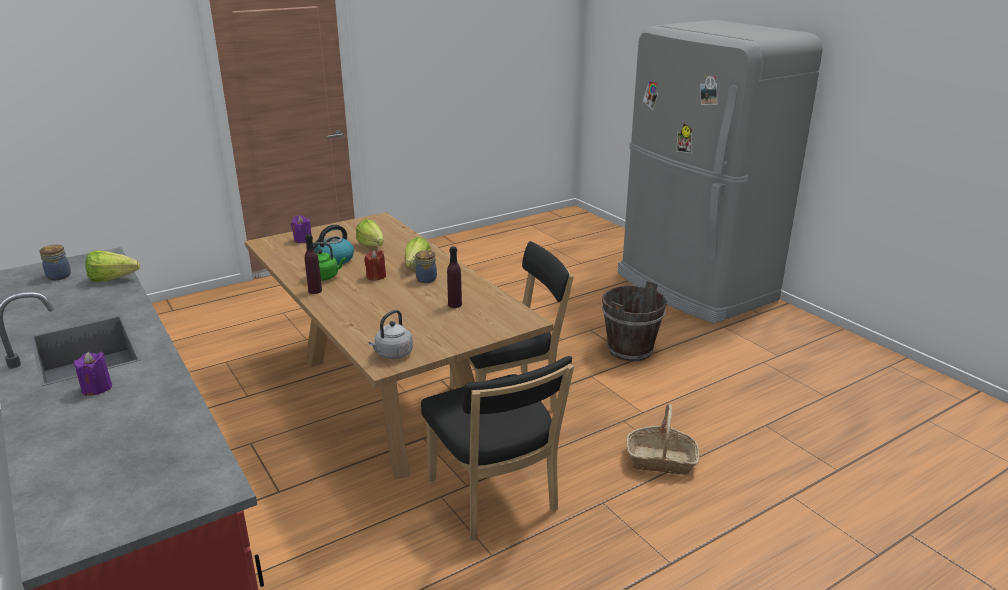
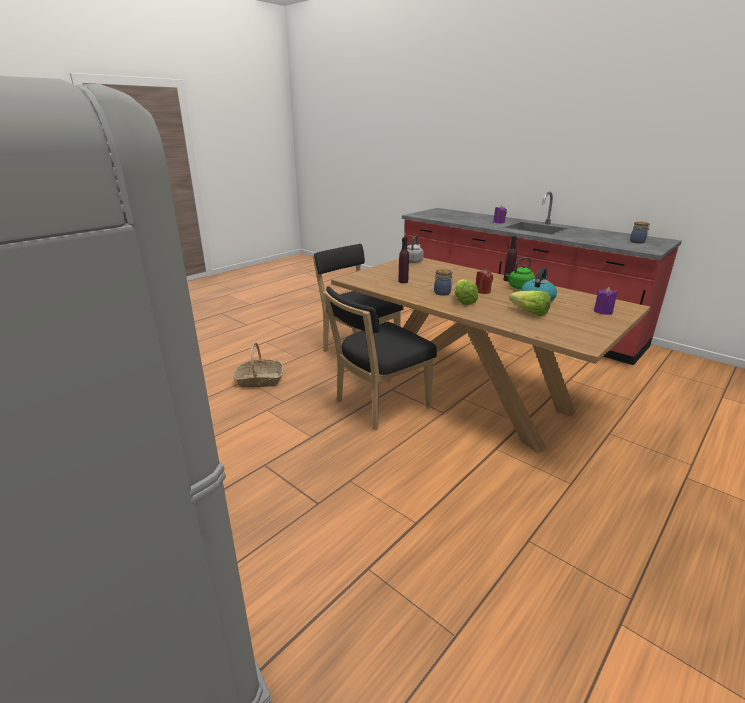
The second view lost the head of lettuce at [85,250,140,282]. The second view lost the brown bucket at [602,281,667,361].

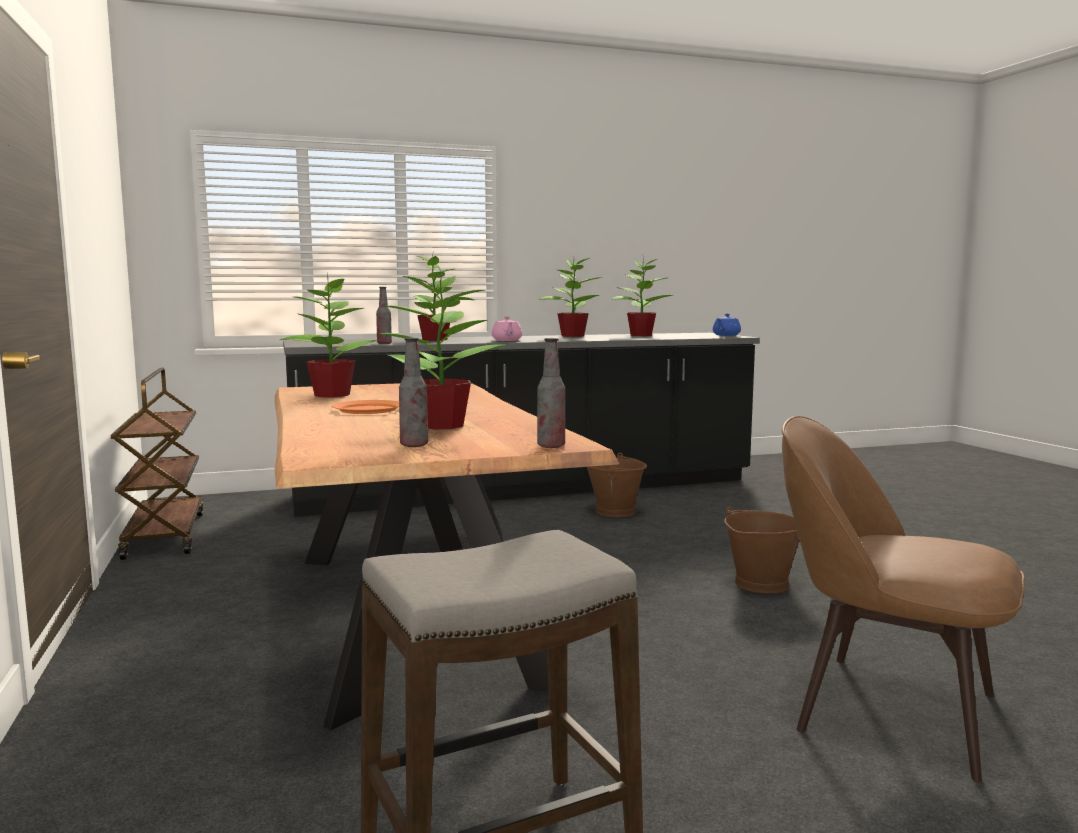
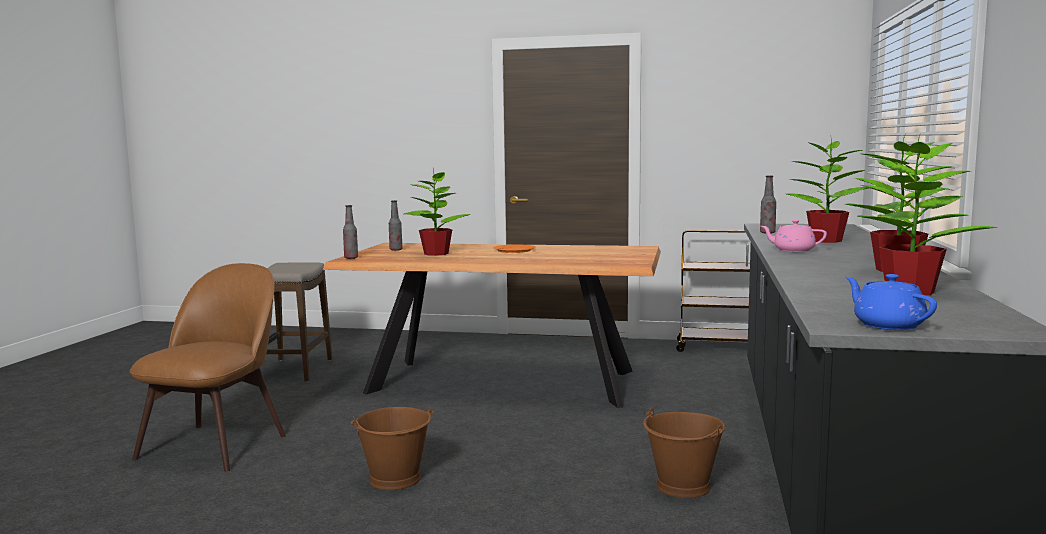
The second view lost the potted plant at [280,272,378,398]. The brown plain chair at [782,416,1025,782] ended up facing another way, 45 degrees counterclockwise from before.

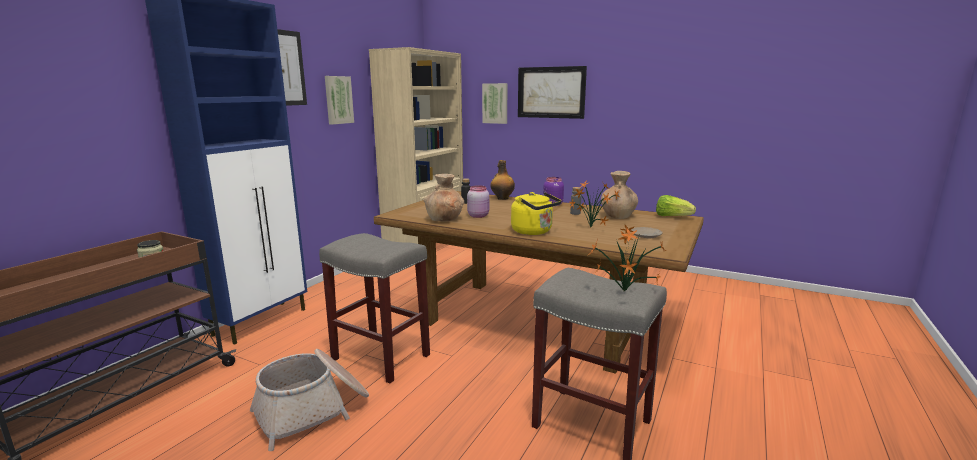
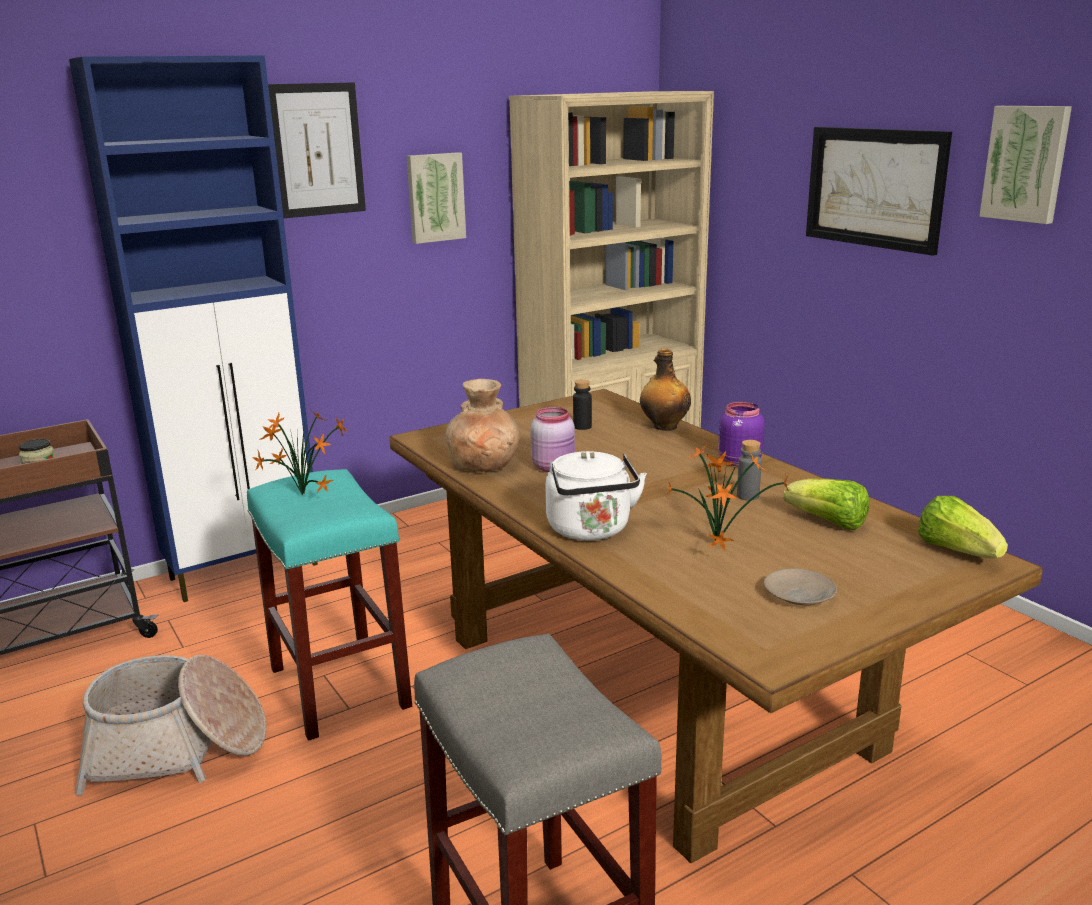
The wall picture ended up elsewhere, having gone from [482,83,507,124] to [979,106,1072,224]. Where the brown decorative vase stood at [601,171,638,219], the head of lettuce came to stand at [783,479,869,530]. What was the yellow tea kettle at [511,192,561,235] turned into the white-coloured tea kettle at [545,451,647,541]. The potted plant ended up elsewhere, having gone from [588,225,666,291] to [252,410,348,495]. What was the gray stool seat at [319,233,430,384] turned into the turquoise-coloured stool seat at [247,469,412,741].

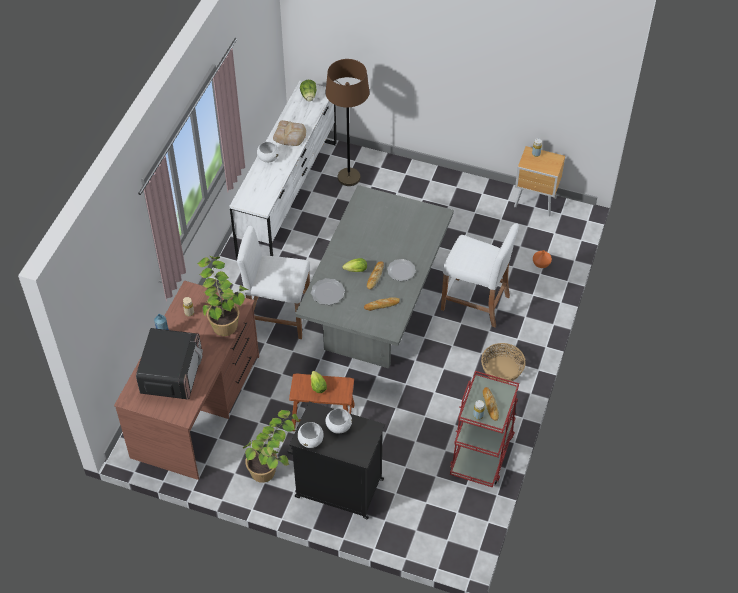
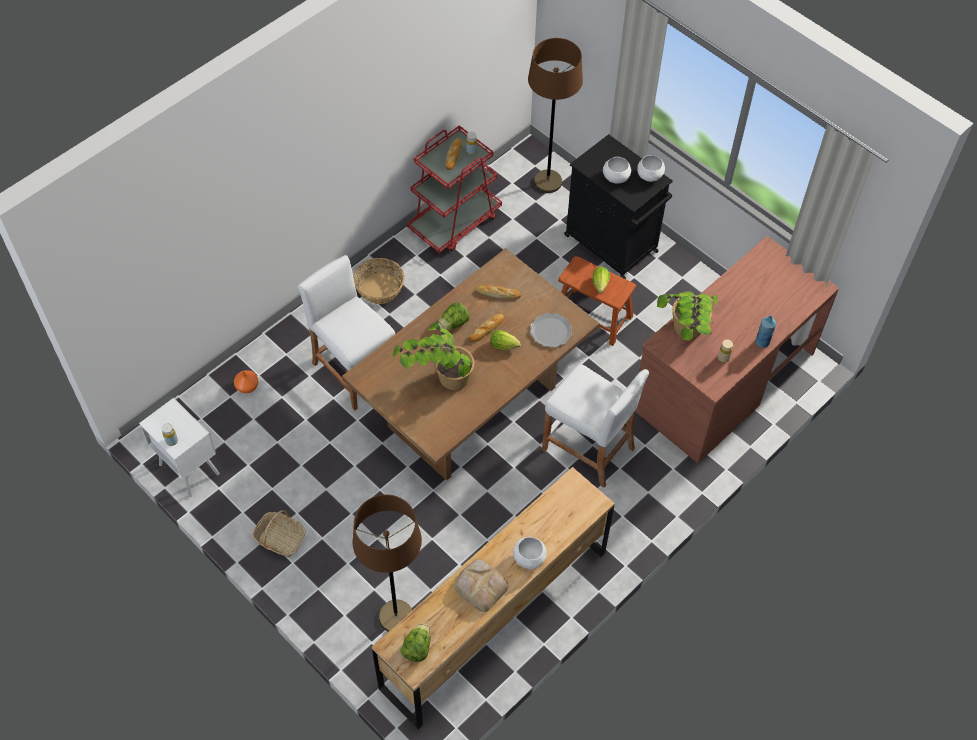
What was the white-coloured chest of drawers at [230,81,337,258] turned into the brown chest of drawers at [372,467,615,729]. What was the brown night table at [514,146,565,216] turned into the white-coloured night table at [139,398,219,497]. What was the gray kitchen table at [295,185,454,368] turned into the brown kitchen table at [342,248,600,481]. Where the flat dish stood at [387,259,416,281], the head of lettuce came to stand at [438,303,470,330]. The second view lost the microwave at [136,328,203,400]. The potted plant ended up elsewhere, having gone from [243,409,300,483] to [393,322,474,390]. The second view gained the brown floor lamp at [528,38,583,193]. The second view gained the household basket at [252,510,306,557].

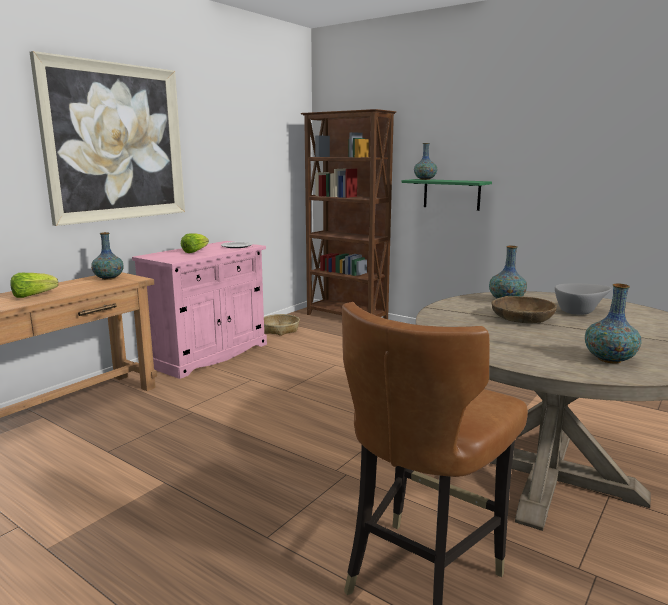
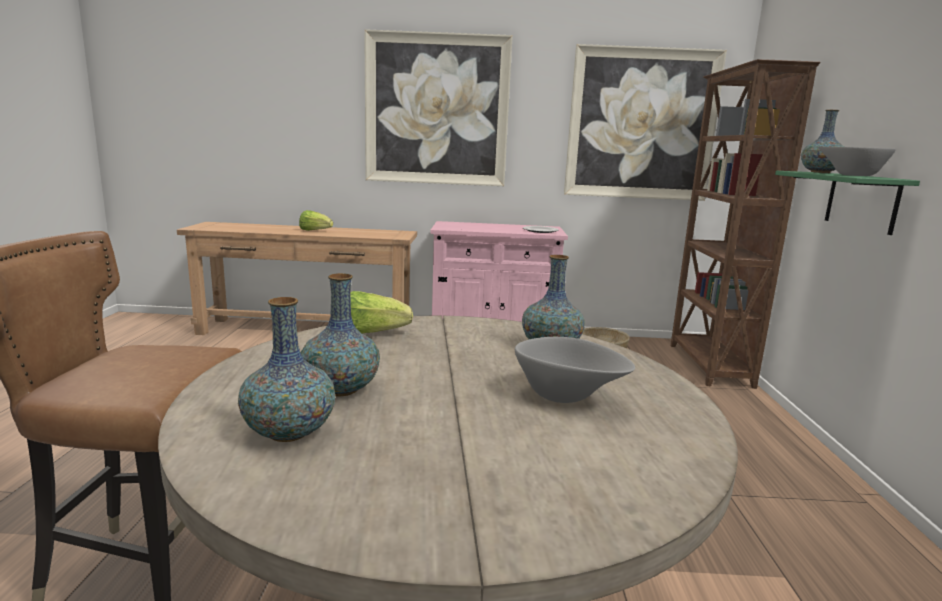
The decorative vase ended up elsewhere, having gone from [91,232,124,280] to [301,273,380,396]. The head of lettuce ended up elsewhere, having gone from [181,233,209,253] to [351,291,413,333]. The second view lost the brown bowl at [492,296,557,323]. The second view gained the wall picture at [564,44,727,201]. The second view gained the gray bowl at [818,147,896,176].

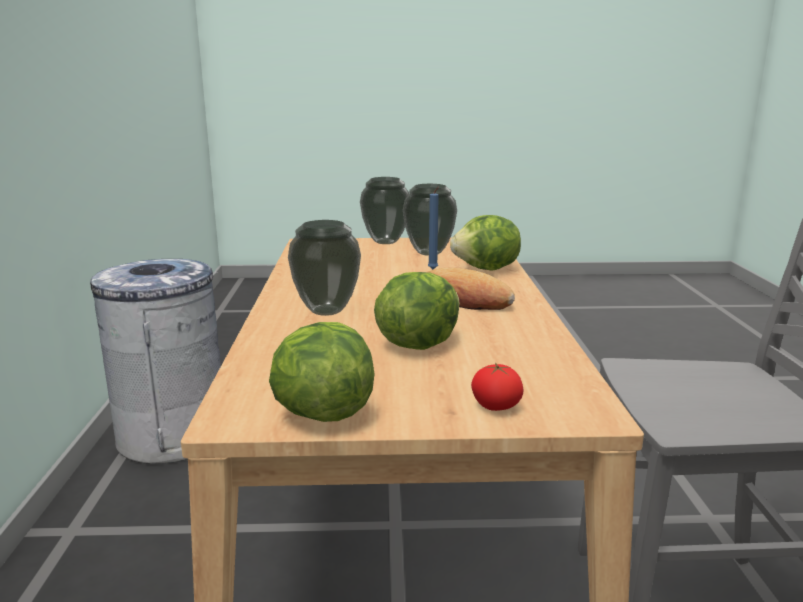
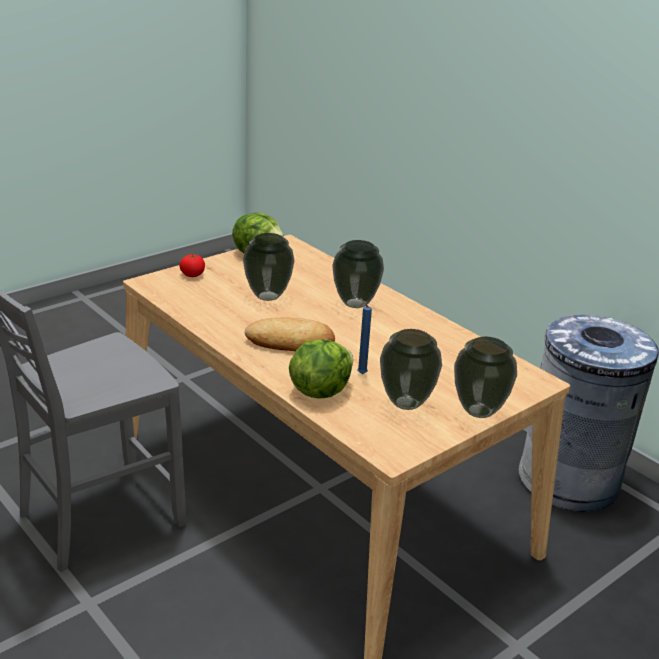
Where the head of lettuce stood at [374,272,460,350], the decorative vase came to stand at [243,233,294,301].

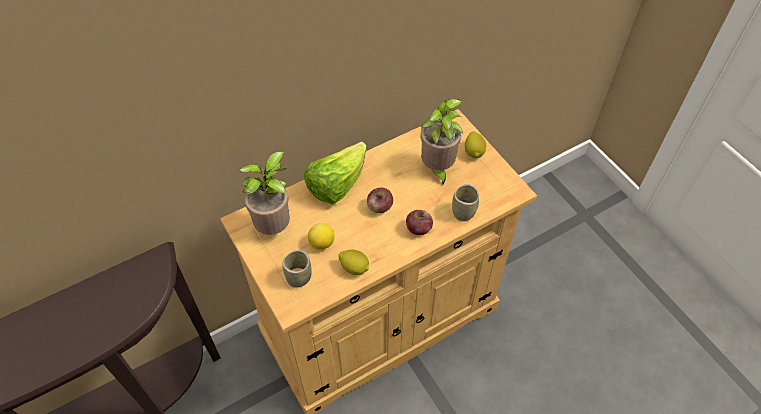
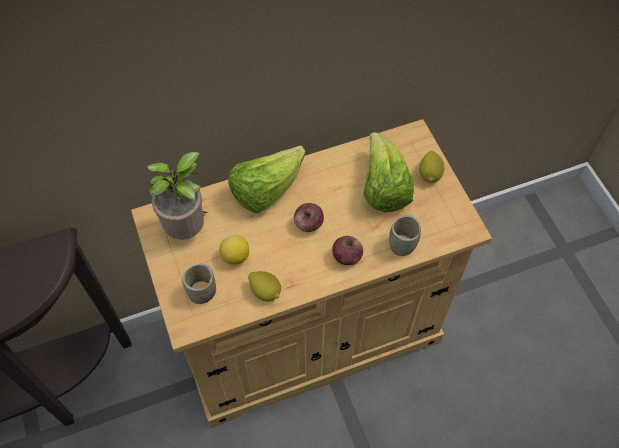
Where the potted plant stood at [420,99,463,187], the head of lettuce came to stand at [363,132,414,212].

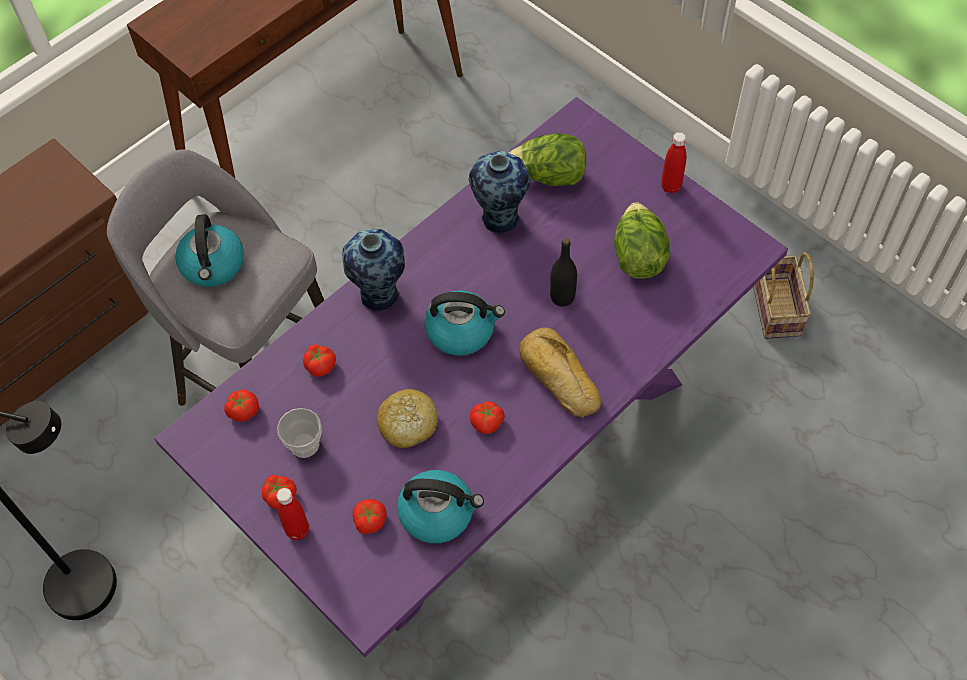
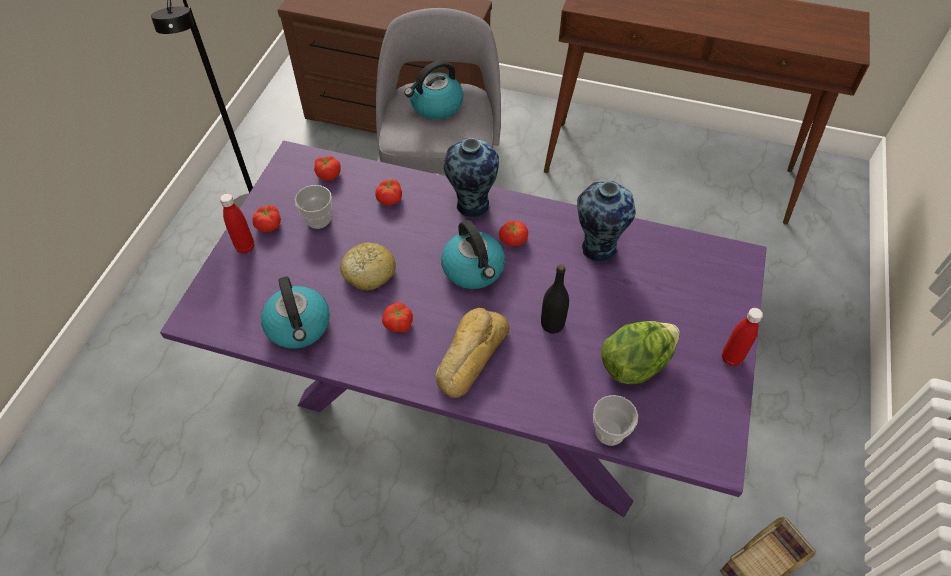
The second view lost the head of lettuce at [509,133,587,186]. The fresh tomato ended up elsewhere, having gone from [353,499,387,534] to [499,220,528,246]. The second view gained the drinking cup at [593,395,638,446].

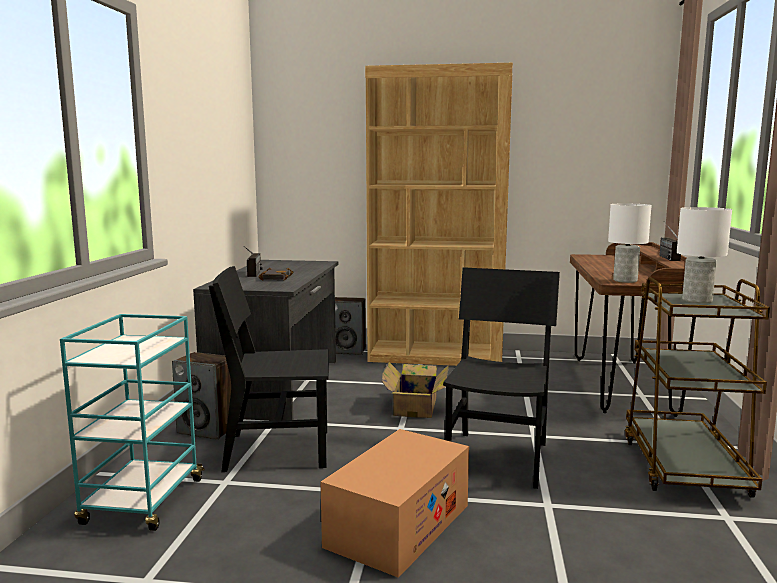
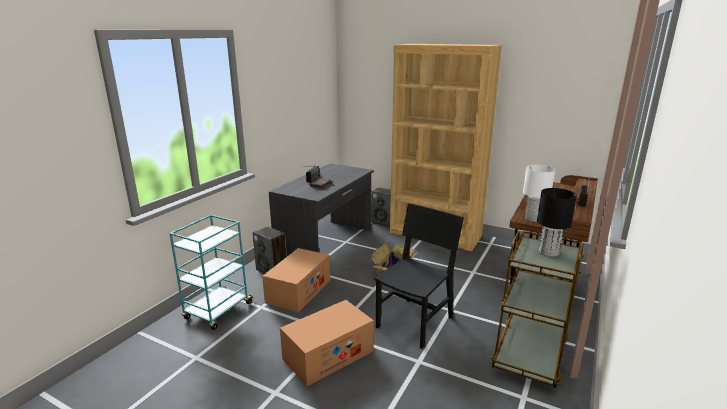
What was the white-coloured lamp for a table at [677,207,732,303] turned into the black lamp for a table at [537,188,577,257]. Where the black plain chair stood at [209,266,329,472], the cardboard box came to stand at [262,248,330,313].

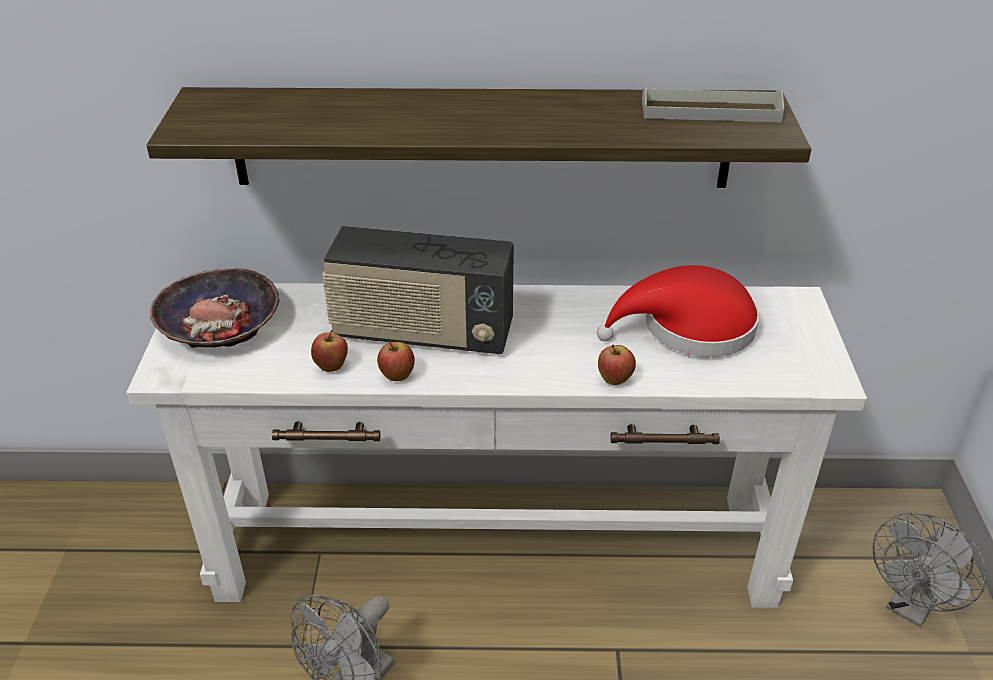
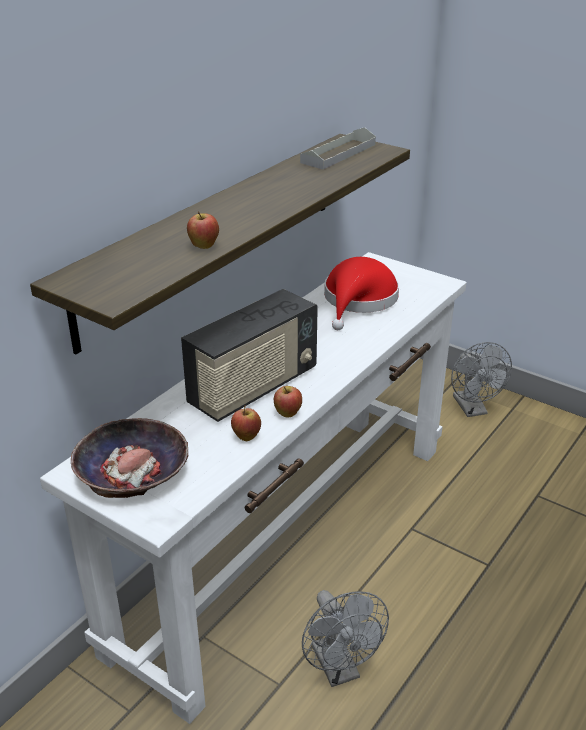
The apple ended up elsewhere, having gone from [598,345,636,385] to [187,211,219,249].

